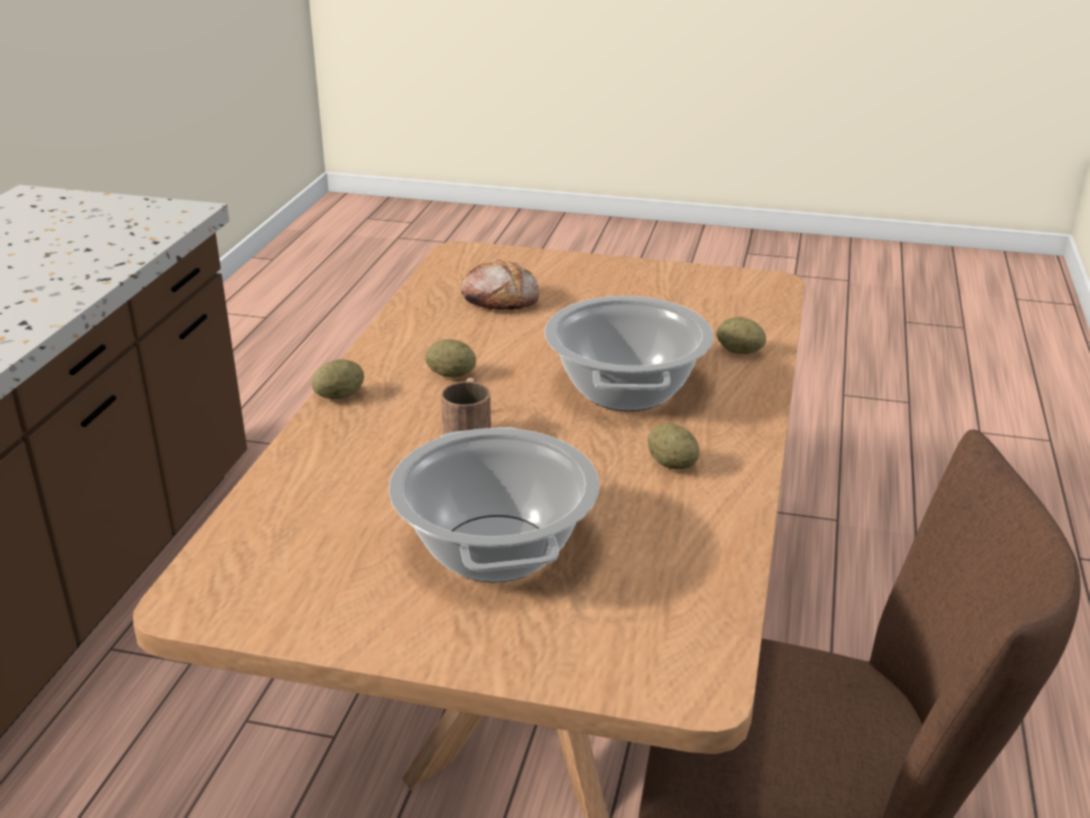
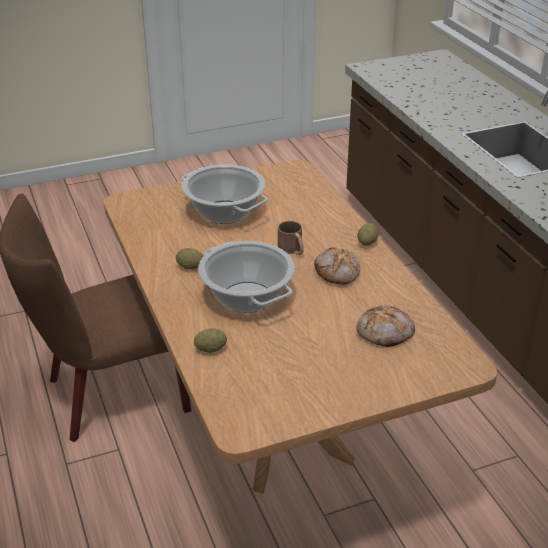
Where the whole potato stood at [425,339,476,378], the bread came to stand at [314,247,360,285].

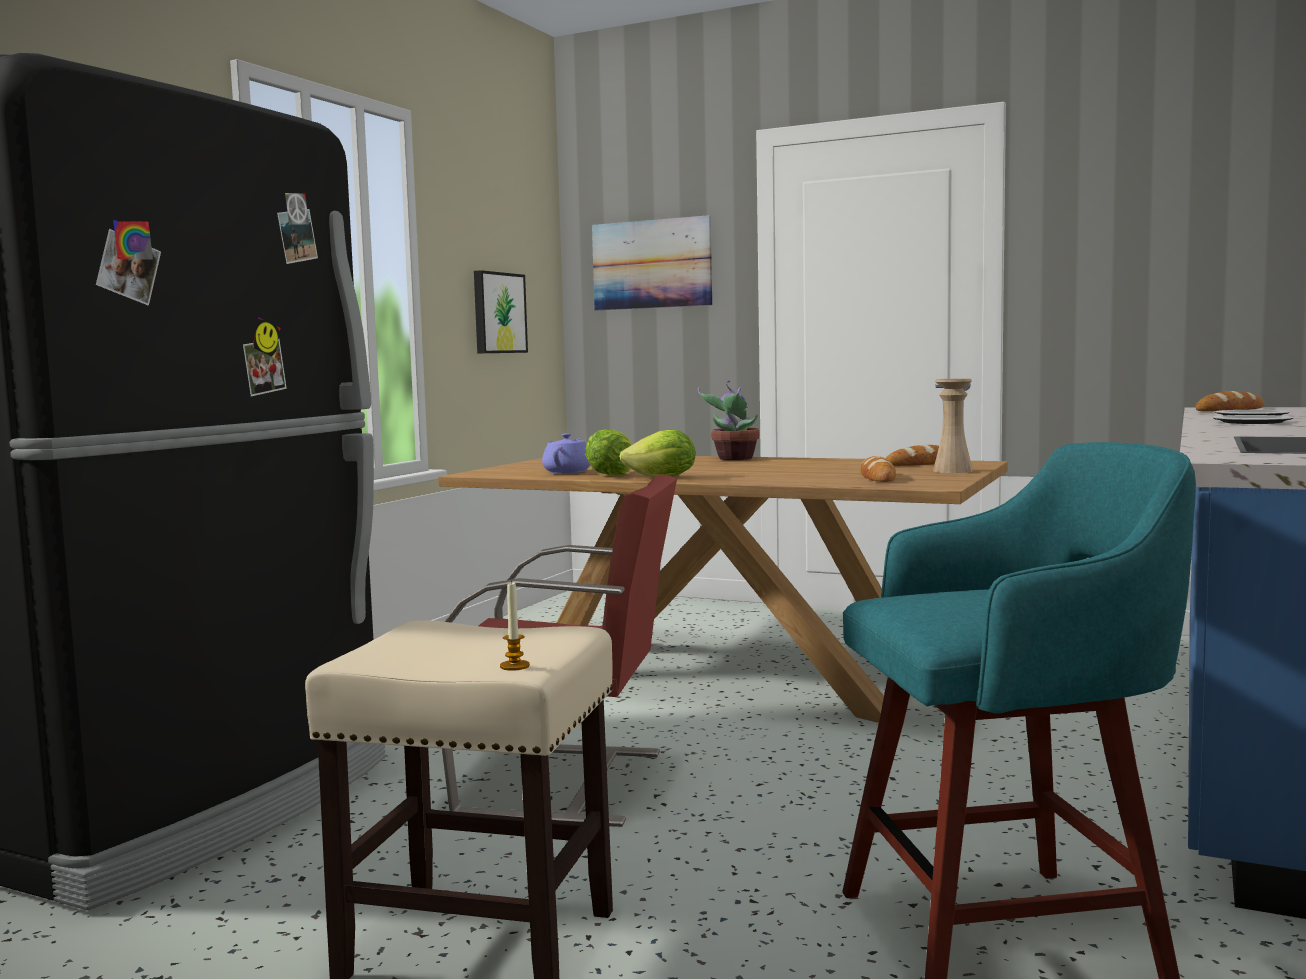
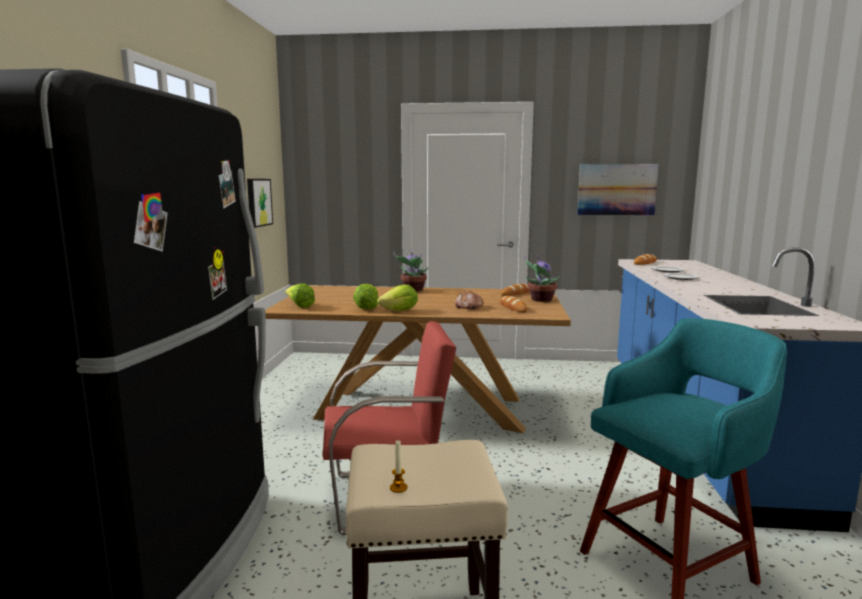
The wall picture ended up elsewhere, having gone from [592,215,712,310] to [577,164,659,215]. Where the beige decorative vase stood at [933,379,973,473], the potted plant came to stand at [524,254,560,302]. The second view lost the purple pot for tea at [542,433,590,474]. The candle ended up elsewhere, having gone from [500,581,530,671] to [390,440,407,493]. The second view gained the head of lettuce at [285,283,315,308]. The second view gained the bread at [455,291,483,309].

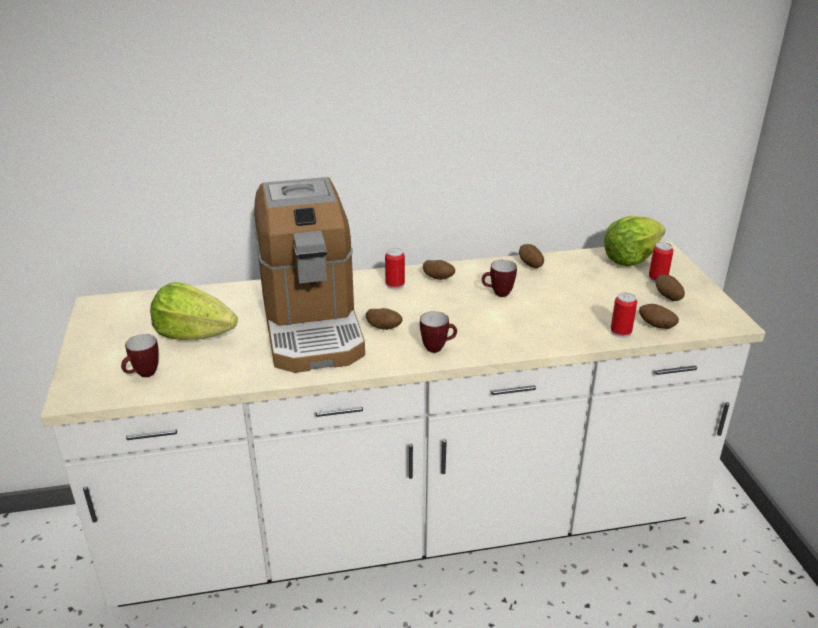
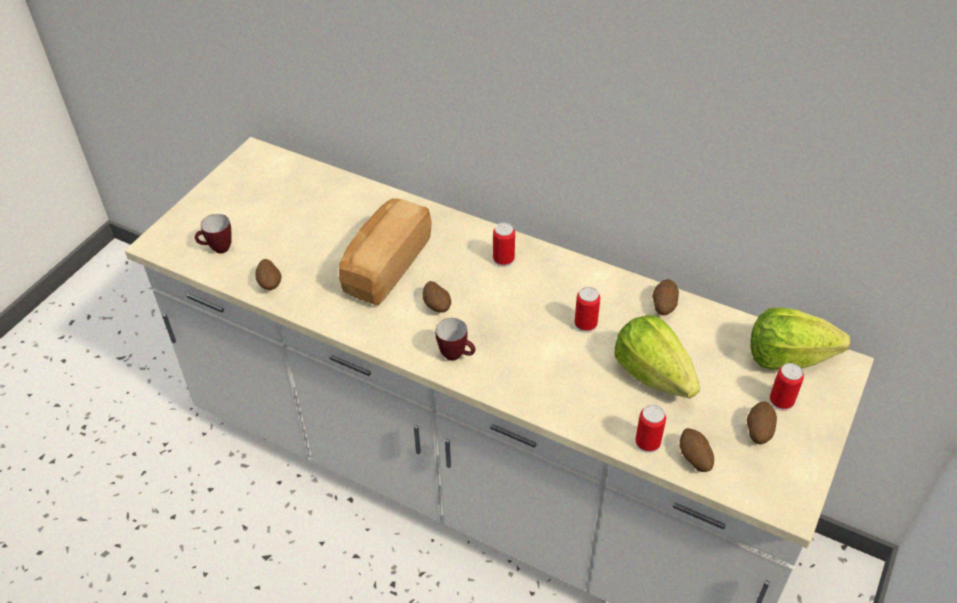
Where the coffee brewer stood at [254,177,365,373], the bread came to stand at [339,198,432,306]. The whole potato ended up elsewhere, having gone from [423,260,455,280] to [255,259,282,290]. Where the mug stood at [482,260,517,297], the metal can came to stand at [574,287,600,333]. The head of lettuce ended up elsewhere, having gone from [150,282,238,340] to [614,315,700,398].

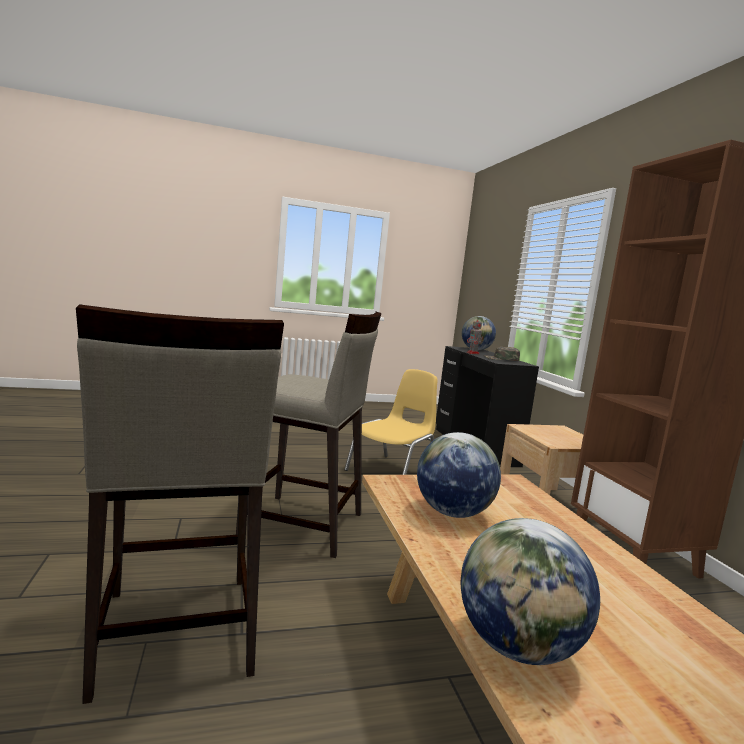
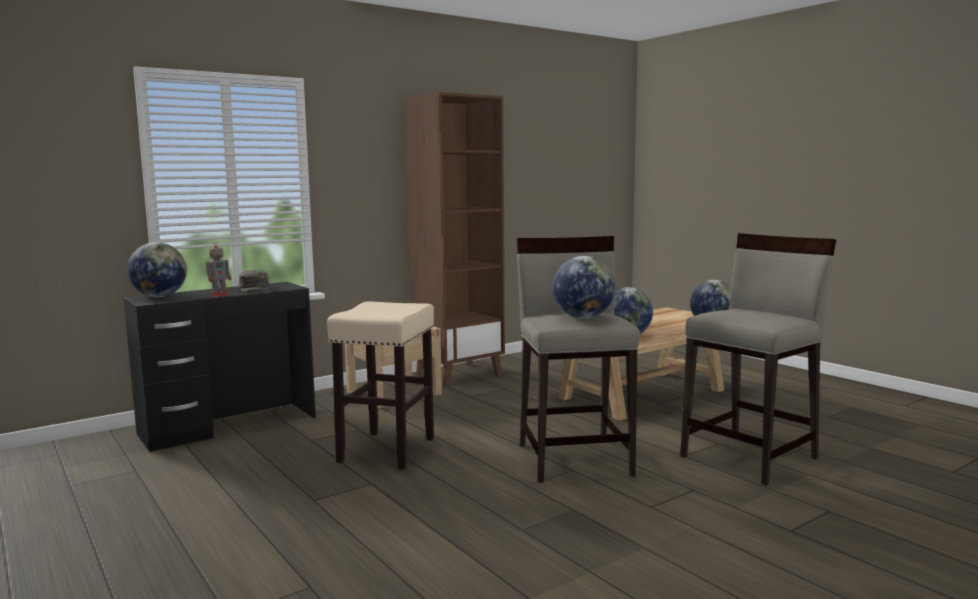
Where the yellow plain chair stood at [344,369,437,475], the beige stool seat came to stand at [327,301,434,469]. The second view gained the globe at [553,256,615,319].

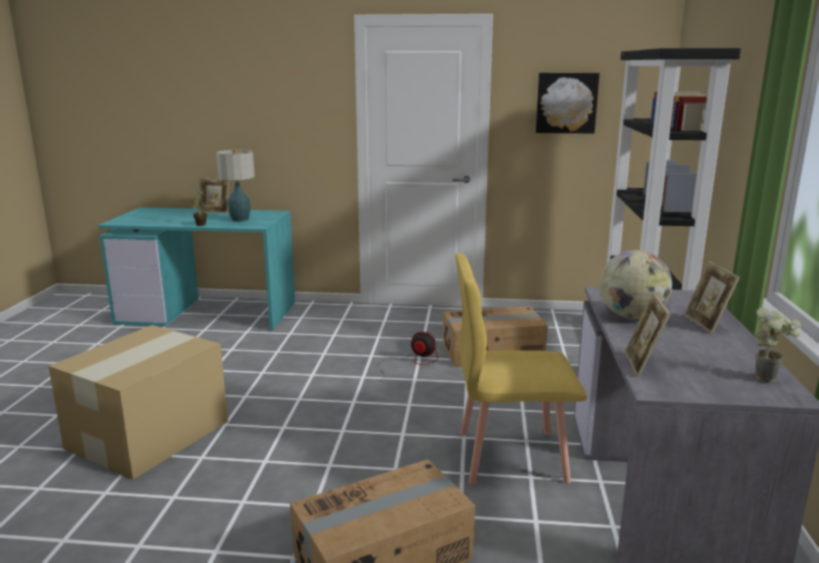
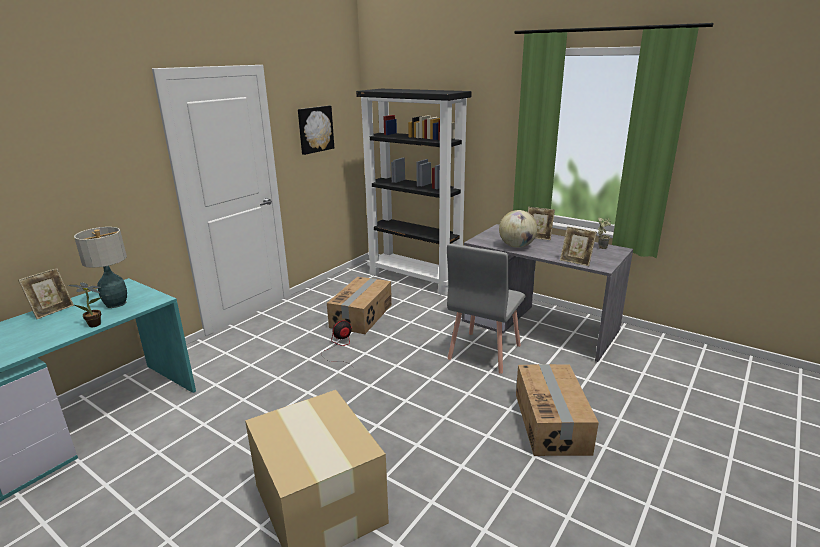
What was the yellow plain chair at [455,253,587,485] turned into the gray plain chair at [447,244,525,374].

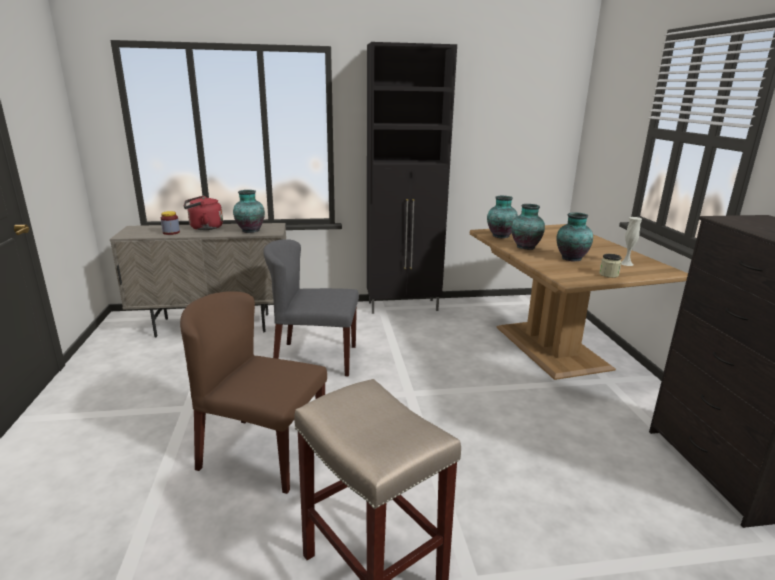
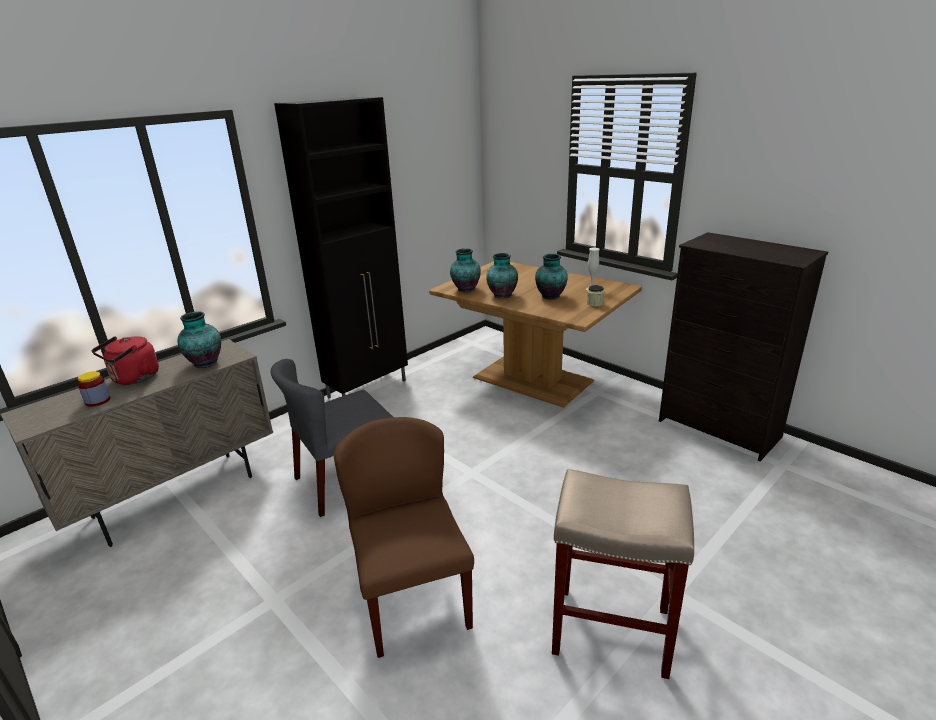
The brown plain chair at [180,291,327,494] ended up facing another way, 90 degrees clockwise from before.

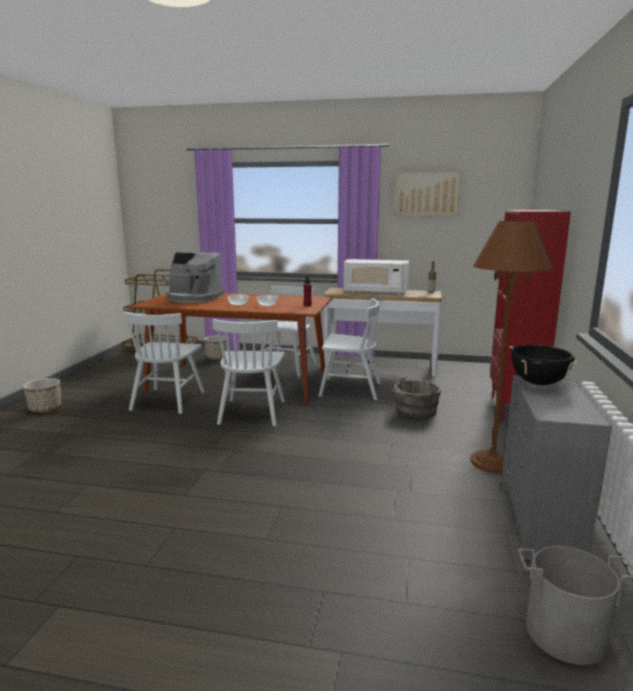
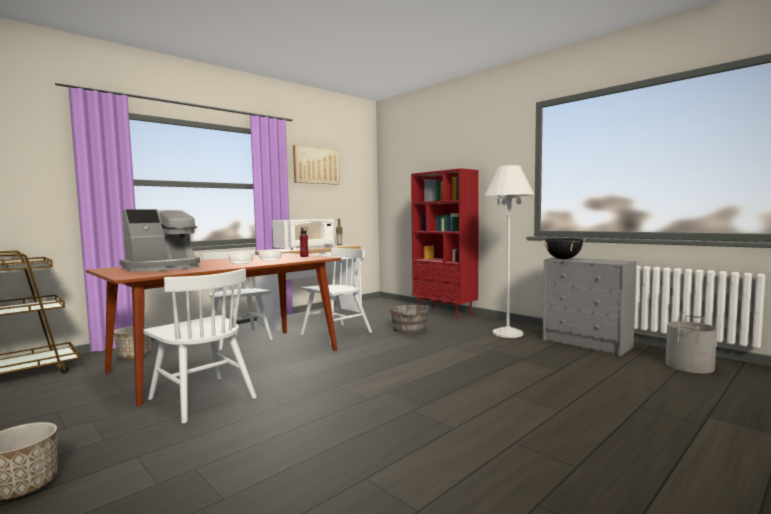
What was the brown floor lamp at [470,221,553,473] turned into the white-coloured floor lamp at [484,165,535,338]. The second view lost the white-coloured plain chair at [212,319,285,426].

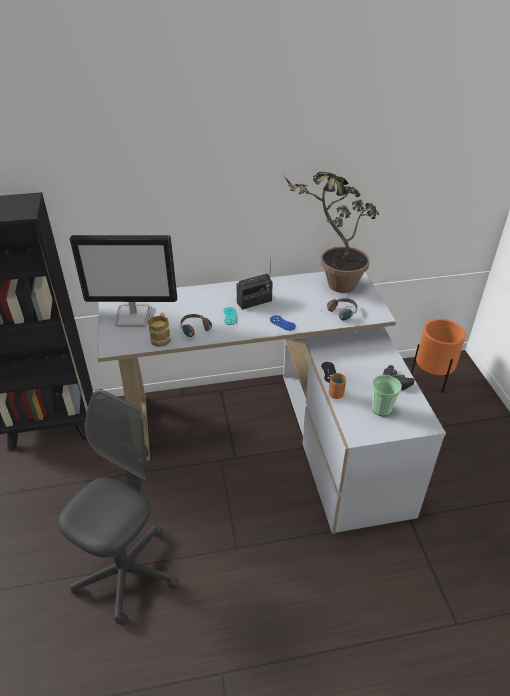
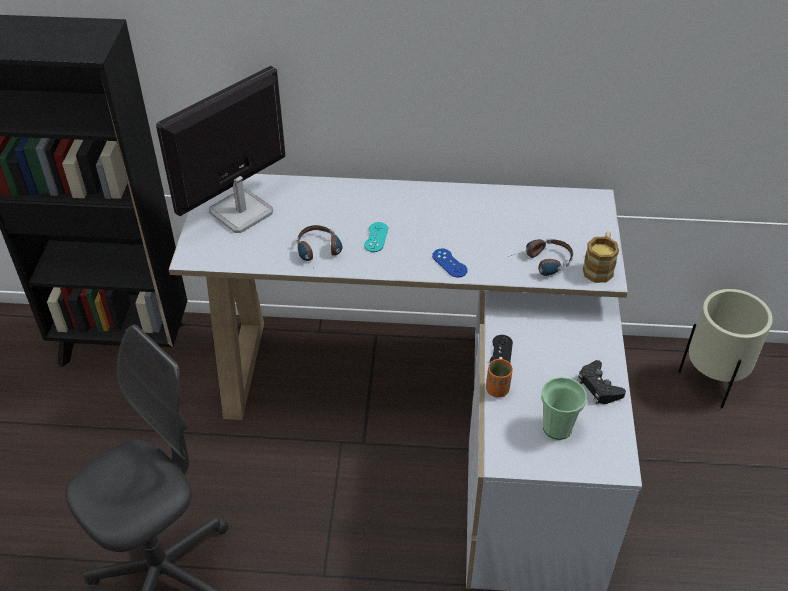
The second view lost the potted plant at [284,172,379,293]. The monitor at [70,235,177,327] ended up facing another way, 120 degrees clockwise from before. The second view lost the radio receiver at [236,257,273,310]. The mug ended up elsewhere, having gone from [148,313,171,347] to [583,232,619,283]. What was the orange flower pot at [411,319,466,393] turned into the beige flower pot at [678,289,773,408].

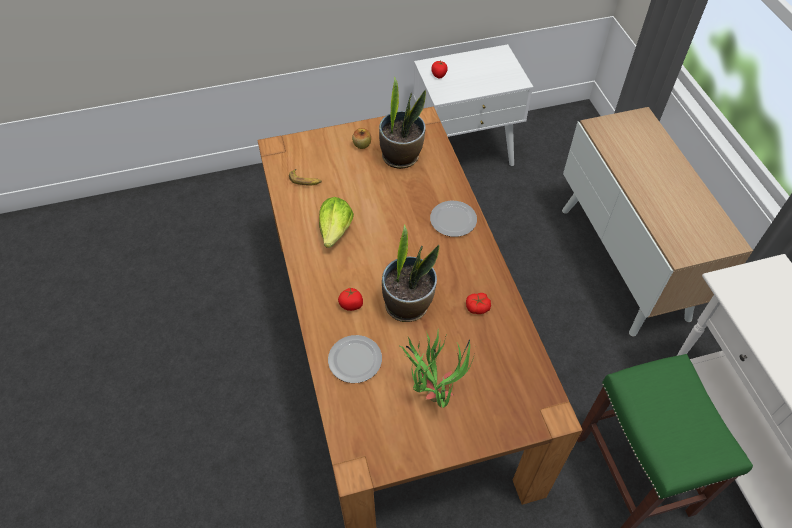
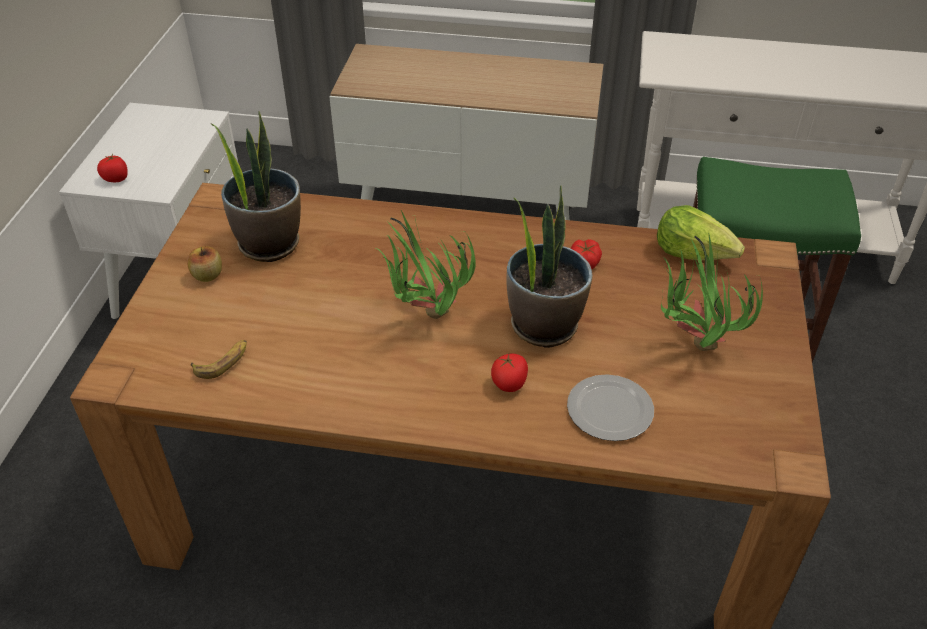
The head of lettuce ended up elsewhere, having gone from [319,197,354,248] to [657,205,745,260]. The second view lost the flat dish at [430,201,477,237]. The second view gained the potted plant at [376,211,476,319].

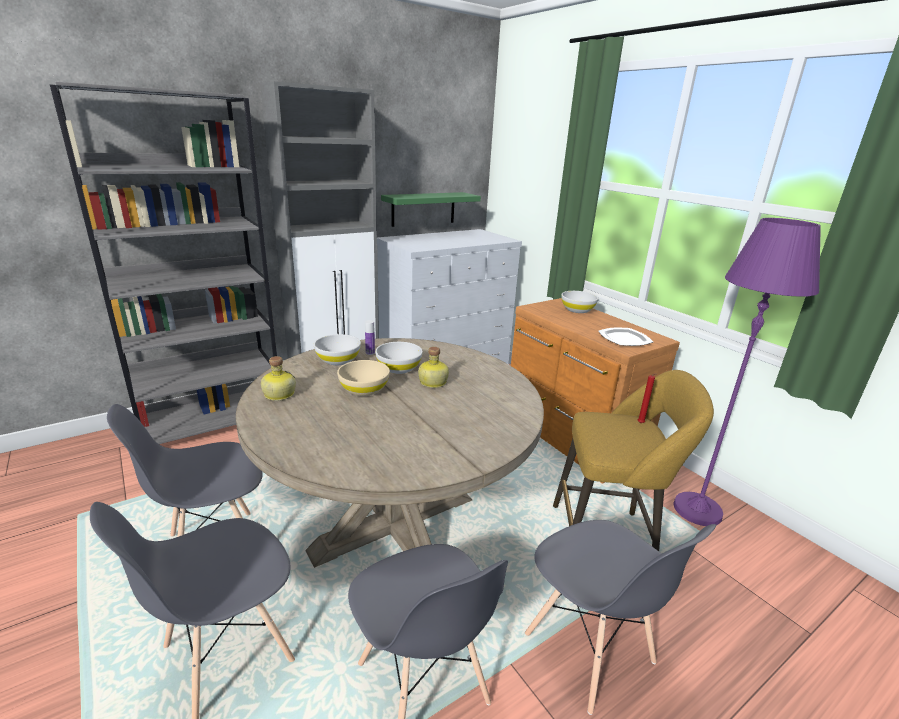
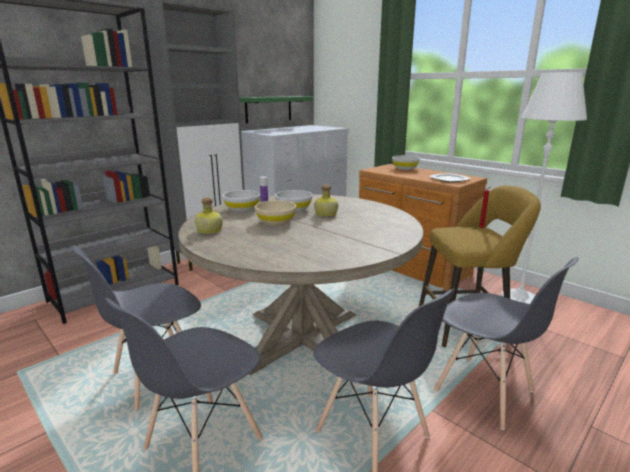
What was the purple floor lamp at [674,218,821,526] turned into the white-coloured floor lamp at [501,72,587,304].

